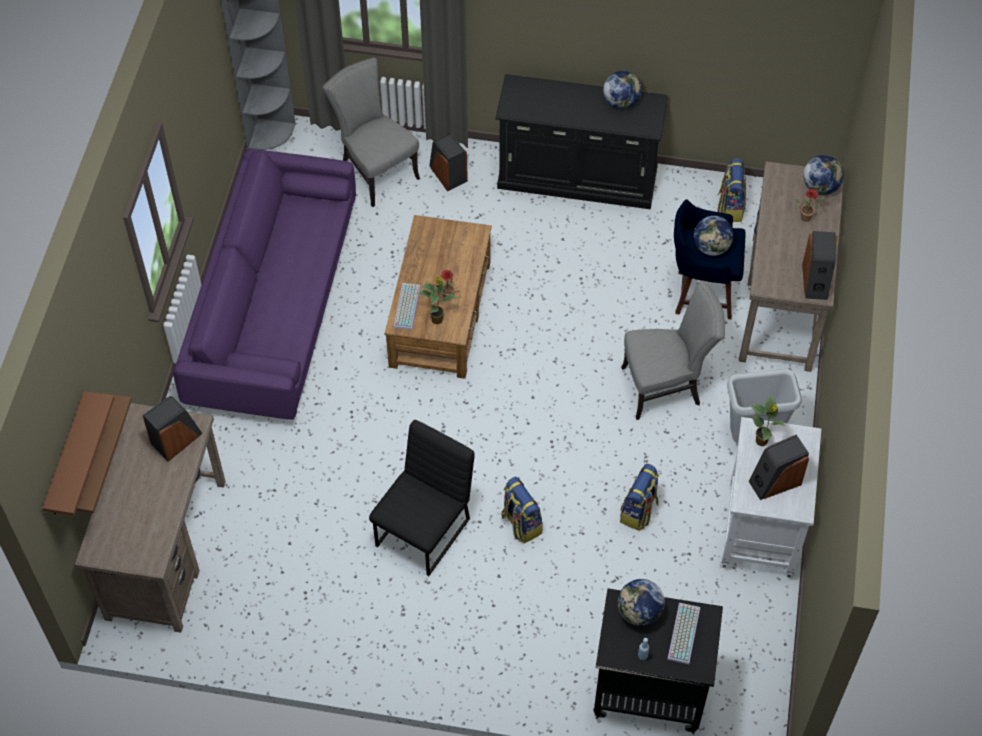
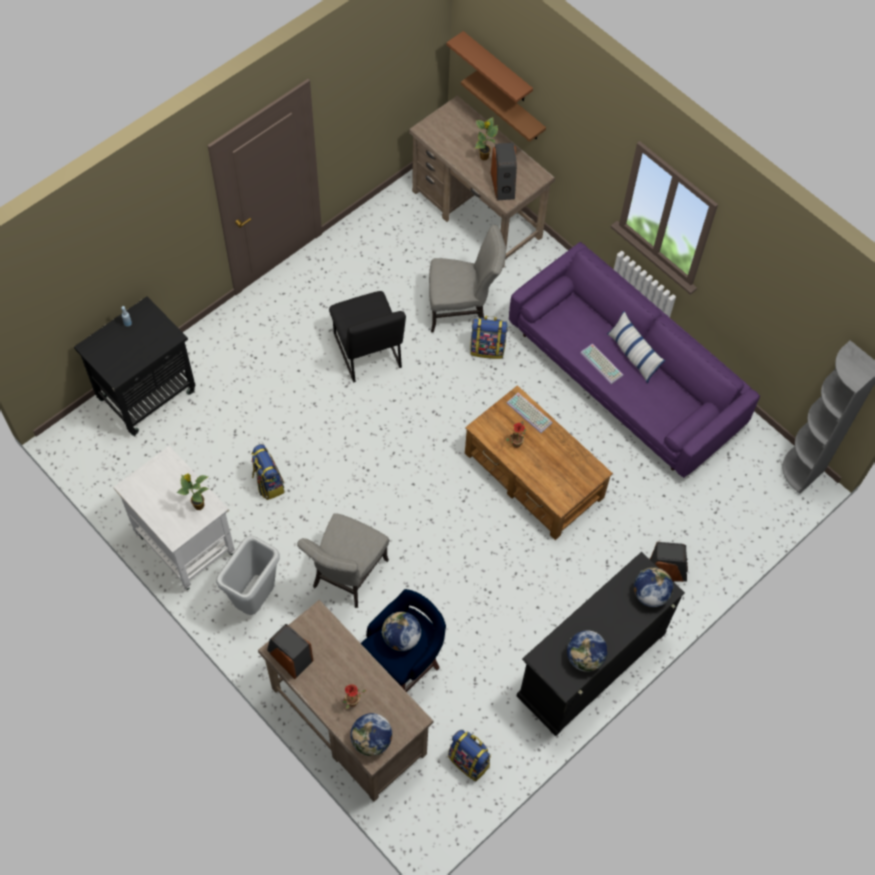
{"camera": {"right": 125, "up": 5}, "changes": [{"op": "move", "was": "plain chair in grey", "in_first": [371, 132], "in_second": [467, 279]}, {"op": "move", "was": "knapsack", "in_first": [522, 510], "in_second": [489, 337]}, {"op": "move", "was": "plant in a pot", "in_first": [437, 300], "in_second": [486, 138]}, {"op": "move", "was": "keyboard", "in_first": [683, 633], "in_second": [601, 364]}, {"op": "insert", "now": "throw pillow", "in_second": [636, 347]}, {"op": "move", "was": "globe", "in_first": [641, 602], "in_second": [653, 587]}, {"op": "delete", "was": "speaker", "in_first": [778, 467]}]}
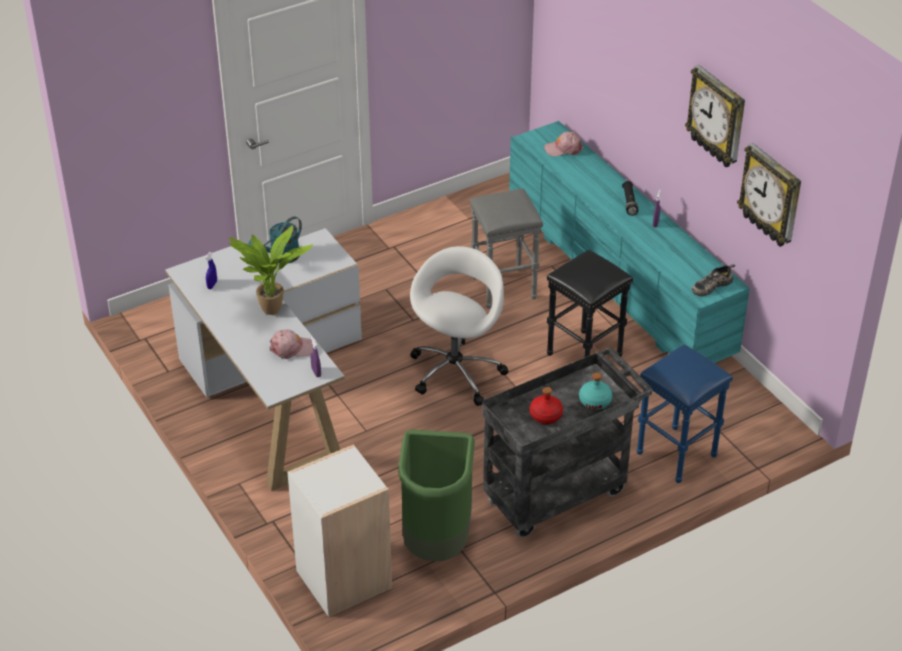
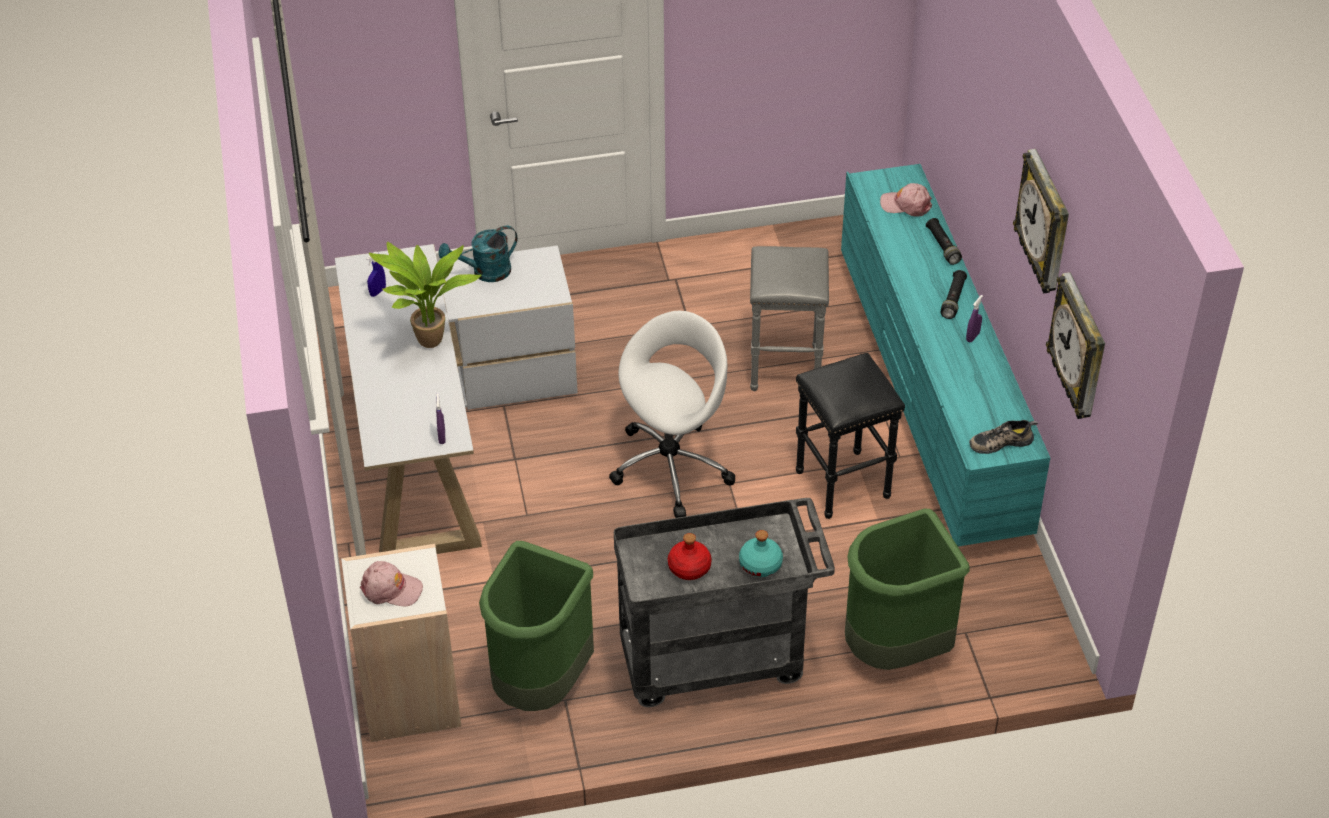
{"camera": {"right": 20, "up": 5}, "changes": [{"op": "move", "was": "peaked cap in pinkish", "in_first": [291, 344], "in_second": [391, 583]}, {"op": "replace", "was": "sitting stool in blue-coloured", "now": "rubbish bin in green", "in_first": [685, 413], "in_second": [907, 589]}, {"op": "insert", "now": "flashlight in black-coloured", "in_second": [944, 241]}]}
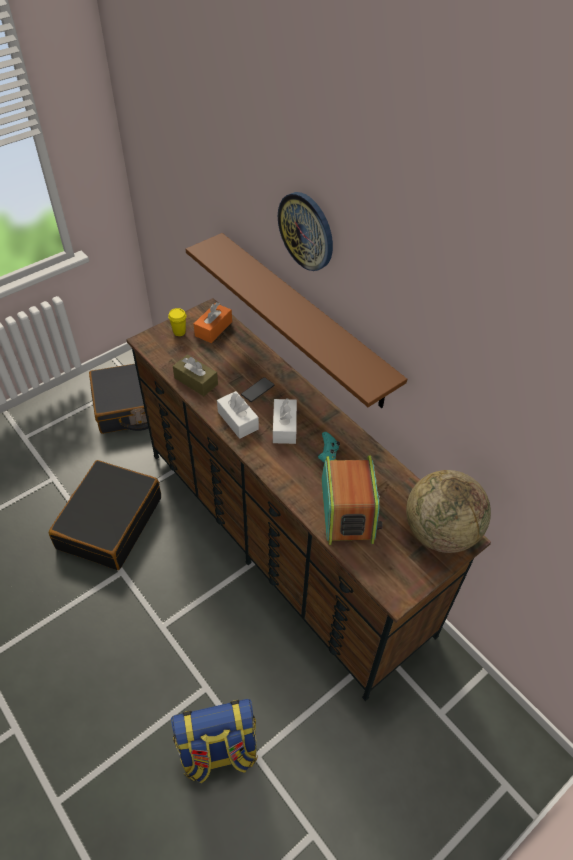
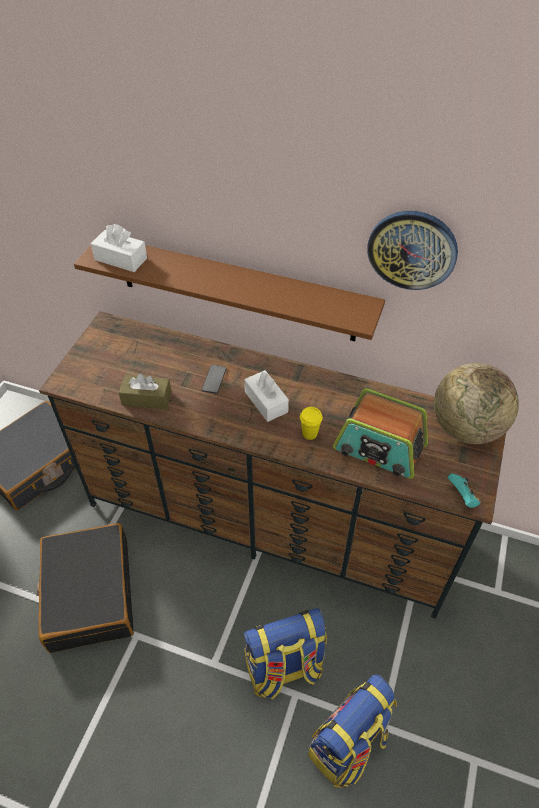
{"camera": {"right": -30, "up": 0}, "changes": [{"op": "move", "was": "tissue holder in white", "in_first": [238, 415], "in_second": [119, 248]}, {"op": "insert", "now": "knapsack", "in_second": [285, 654]}, {"op": "move", "was": "cup in yellow", "in_first": [177, 322], "in_second": [311, 423]}, {"op": "rotate", "was": "radio", "in_first": [352, 500], "in_second": [380, 433], "clockwise": 150}, {"op": "move", "was": "hanging clock", "in_first": [305, 231], "in_second": [412, 250]}, {"op": "move", "was": "joypad in turquoise", "in_first": [329, 447], "in_second": [464, 490]}, {"op": "delete", "was": "tissue holder in orangey", "in_first": [213, 322]}]}
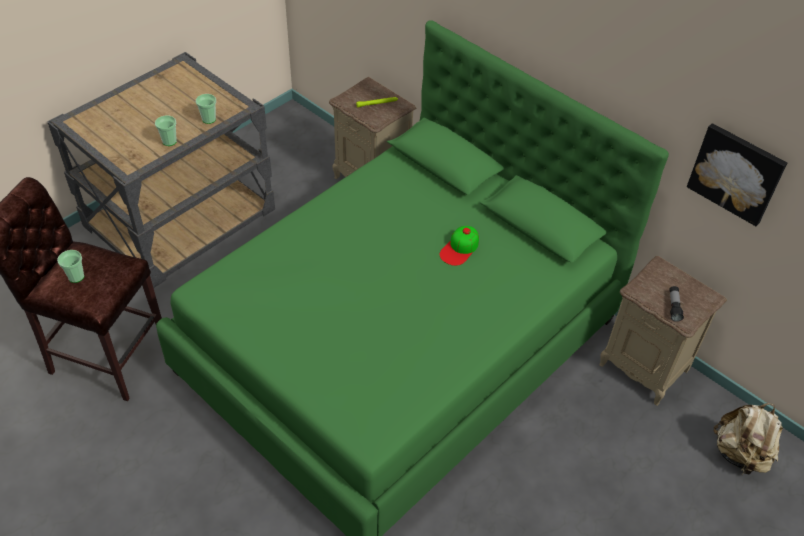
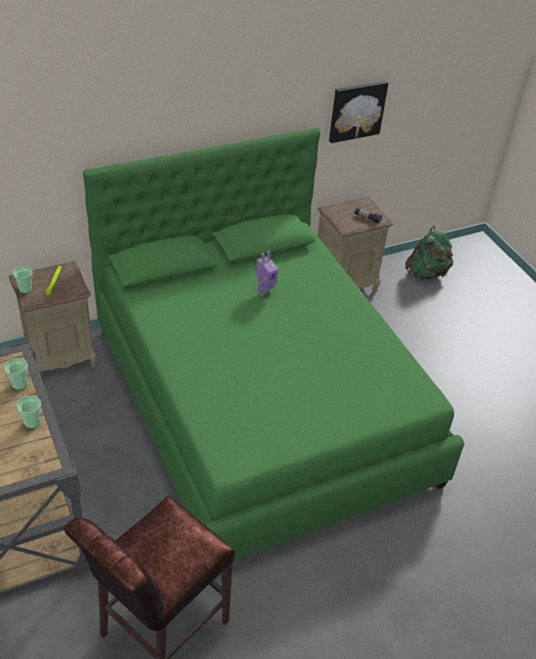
{"camera": {"right": -70, "up": -5}, "changes": [{"op": "move", "was": "cup", "in_first": [70, 266], "in_second": [23, 280]}, {"op": "replace", "was": "peaked cap", "now": "robot figure", "in_first": [459, 246], "in_second": [267, 274]}, {"op": "recolor", "was": "knapsack in sand-coloured", "now": "knapsack in green", "in_first": [748, 439], "in_second": [429, 252]}]}
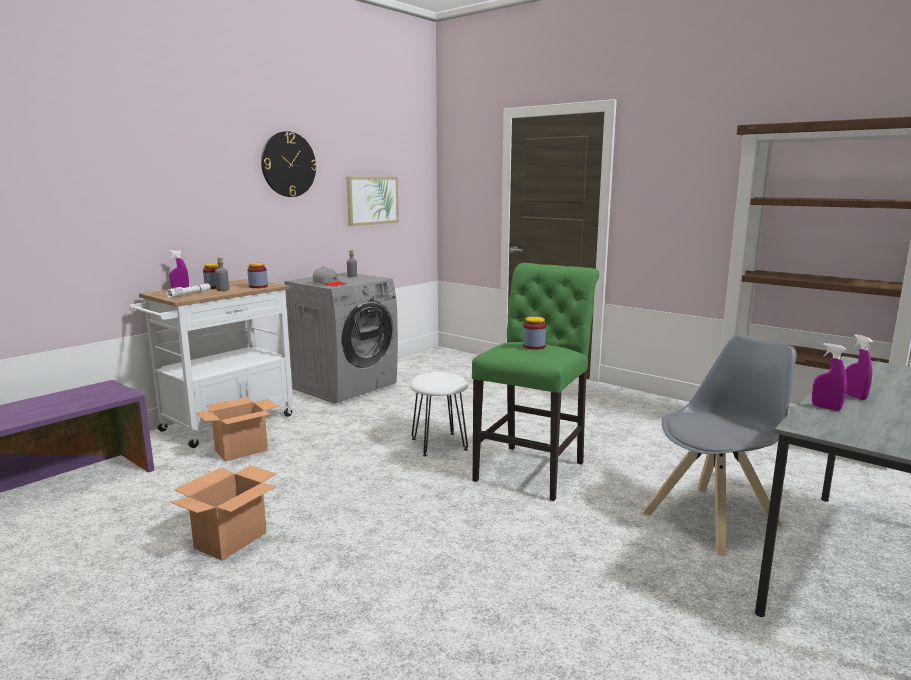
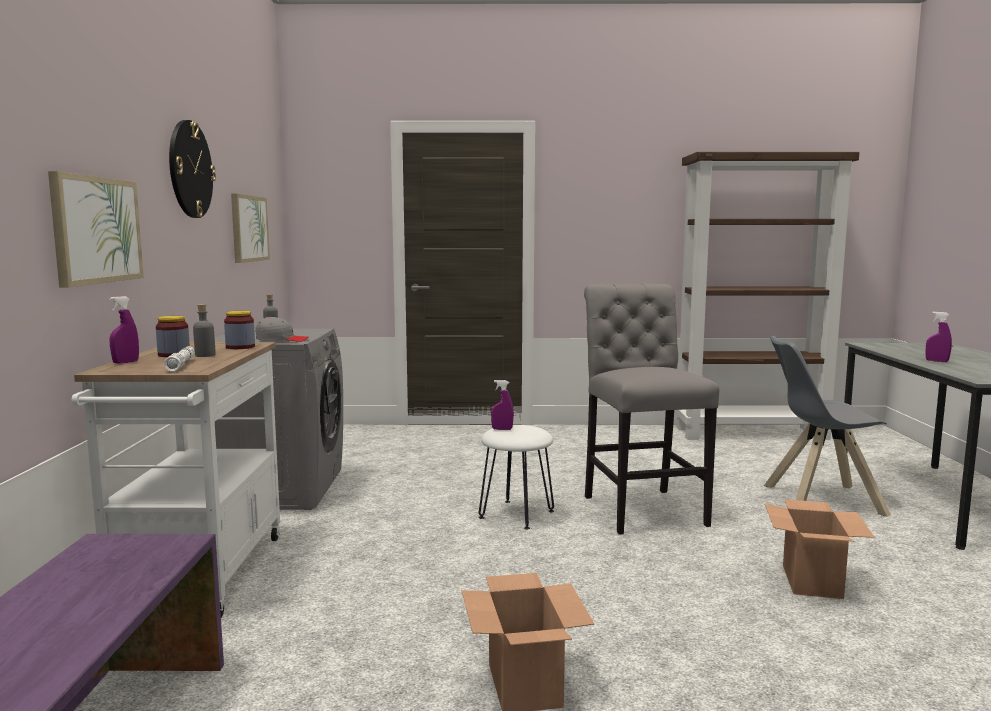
{"camera": {"right": -40, "up": -5}, "changes": [{"op": "insert", "now": "wall art", "in_second": [96, 229]}, {"op": "move", "was": "spray bottle in purple", "in_first": [829, 377], "in_second": [502, 405]}, {"op": "recolor", "was": "sitting stool in green", "now": "sitting stool in grey", "in_first": [535, 382], "in_second": [651, 409]}, {"op": "rotate", "was": "plain chair in grey", "in_first": [719, 445], "in_second": [827, 426], "clockwise": -105}, {"op": "move", "was": "carton", "in_first": [237, 429], "in_second": [820, 549]}, {"op": "delete", "was": "jar", "in_first": [534, 333]}]}
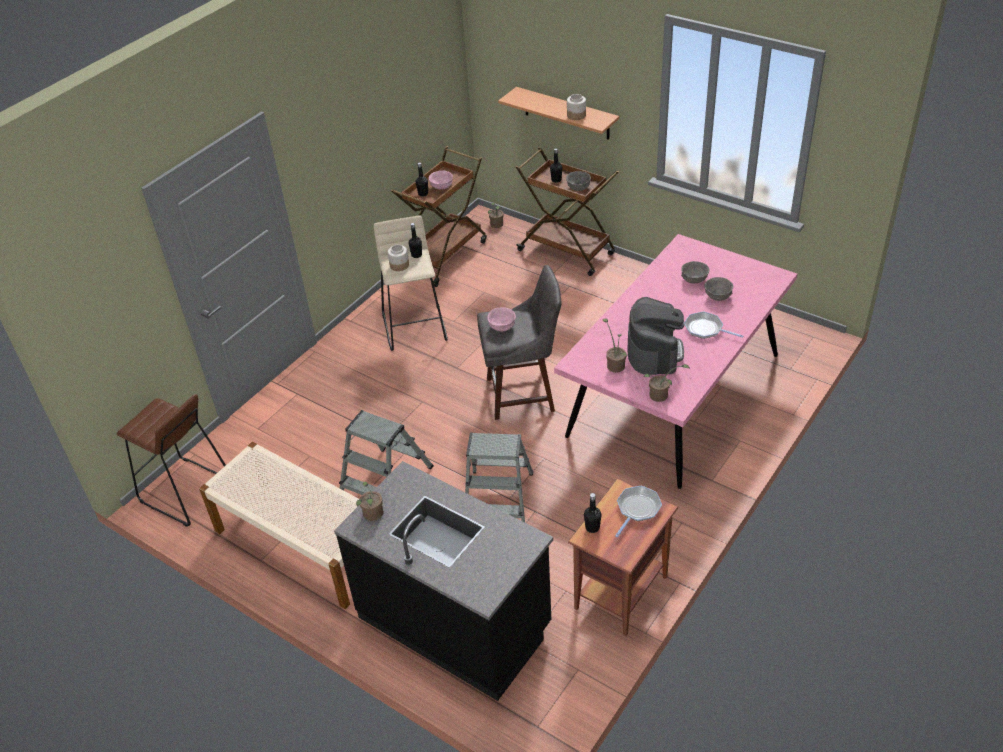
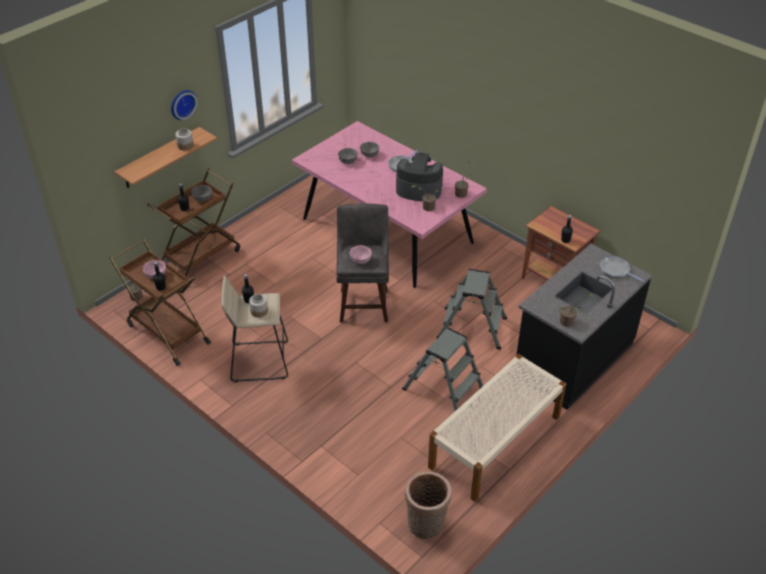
{"camera": {"right": -85, "up": 0}, "changes": [{"op": "insert", "now": "hanging clock", "in_second": [184, 105]}, {"op": "replace", "was": "sitting stool in brown-coloured", "now": "storage basket", "in_first": [175, 460], "in_second": [428, 505]}, {"op": "move", "was": "skillet", "in_first": [638, 511], "in_second": [622, 269]}]}
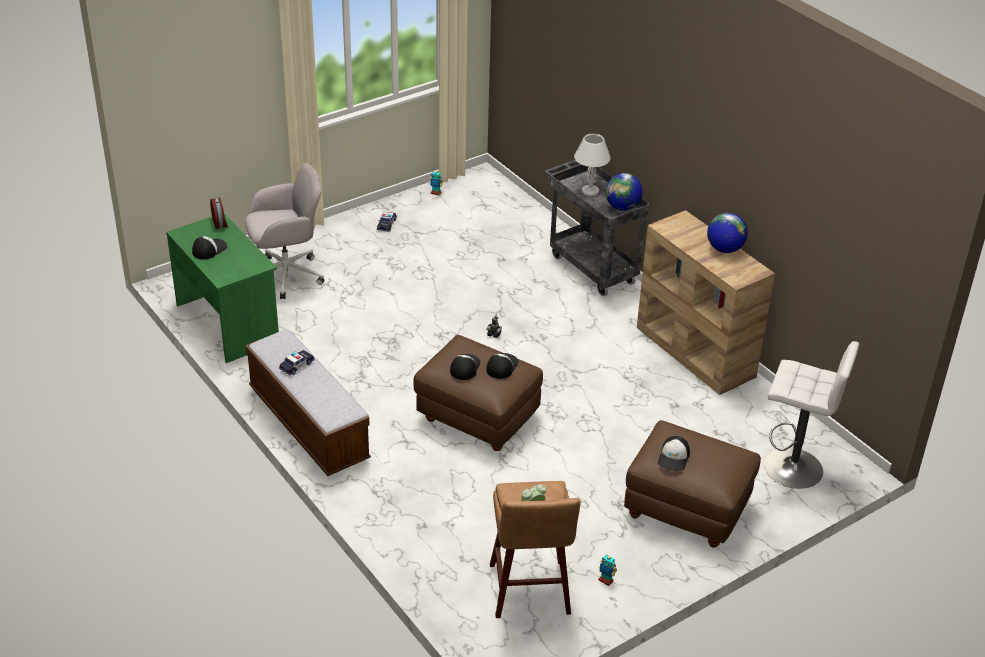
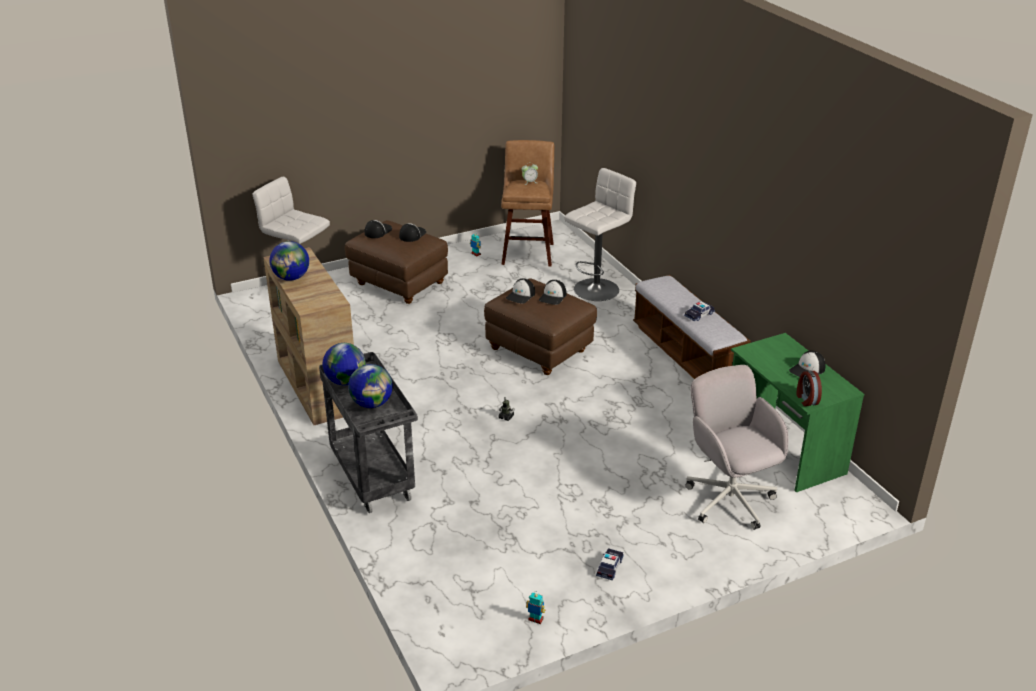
{"camera": {"right": -170, "up": -5}, "changes": [{"op": "replace", "was": "tabletop lamp in white", "now": "globe", "in_first": [592, 165], "in_second": [370, 386]}, {"op": "insert", "now": "peaked cap", "in_second": [378, 229]}, {"op": "insert", "now": "sitting stool in white", "in_second": [600, 234]}, {"op": "rotate", "was": "desk chair in grey", "in_first": [284, 231], "in_second": [736, 447], "clockwise": 75}]}
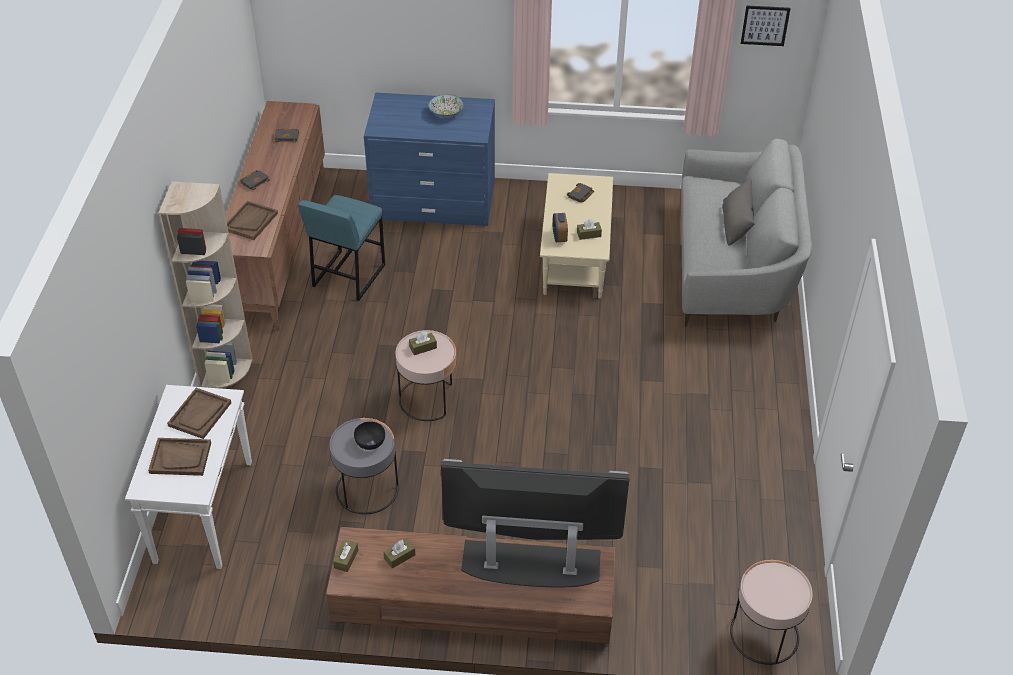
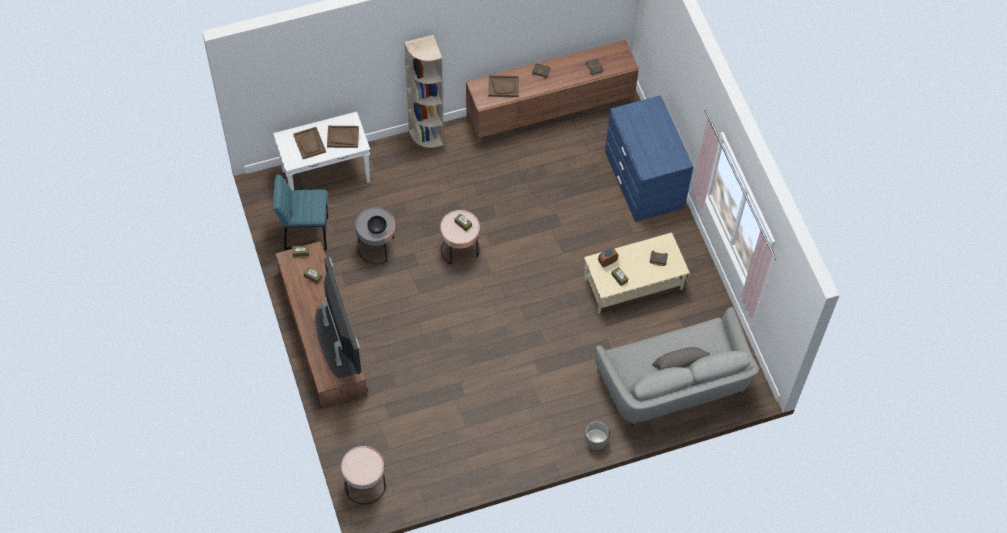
{"camera": {"right": 65, "up": 15}, "changes": [{"op": "move", "was": "sitting stool in blue-coloured", "in_first": [341, 248], "in_second": [300, 212]}, {"op": "insert", "now": "plant pot in grey", "in_second": [597, 436]}, {"op": "delete", "was": "deep dish", "in_first": [446, 106]}, {"op": "delete", "was": "wall art", "in_first": [766, 25]}]}
